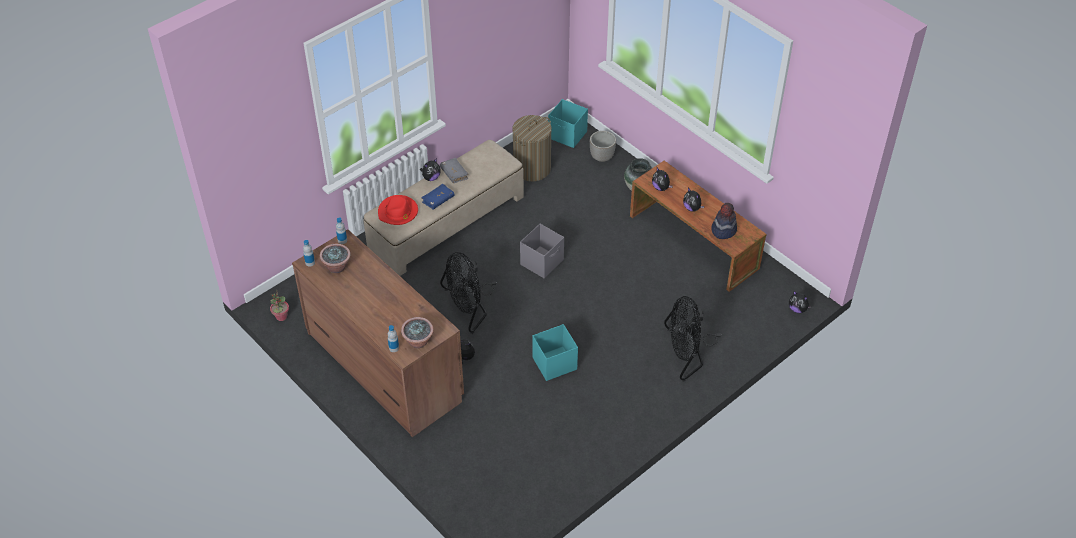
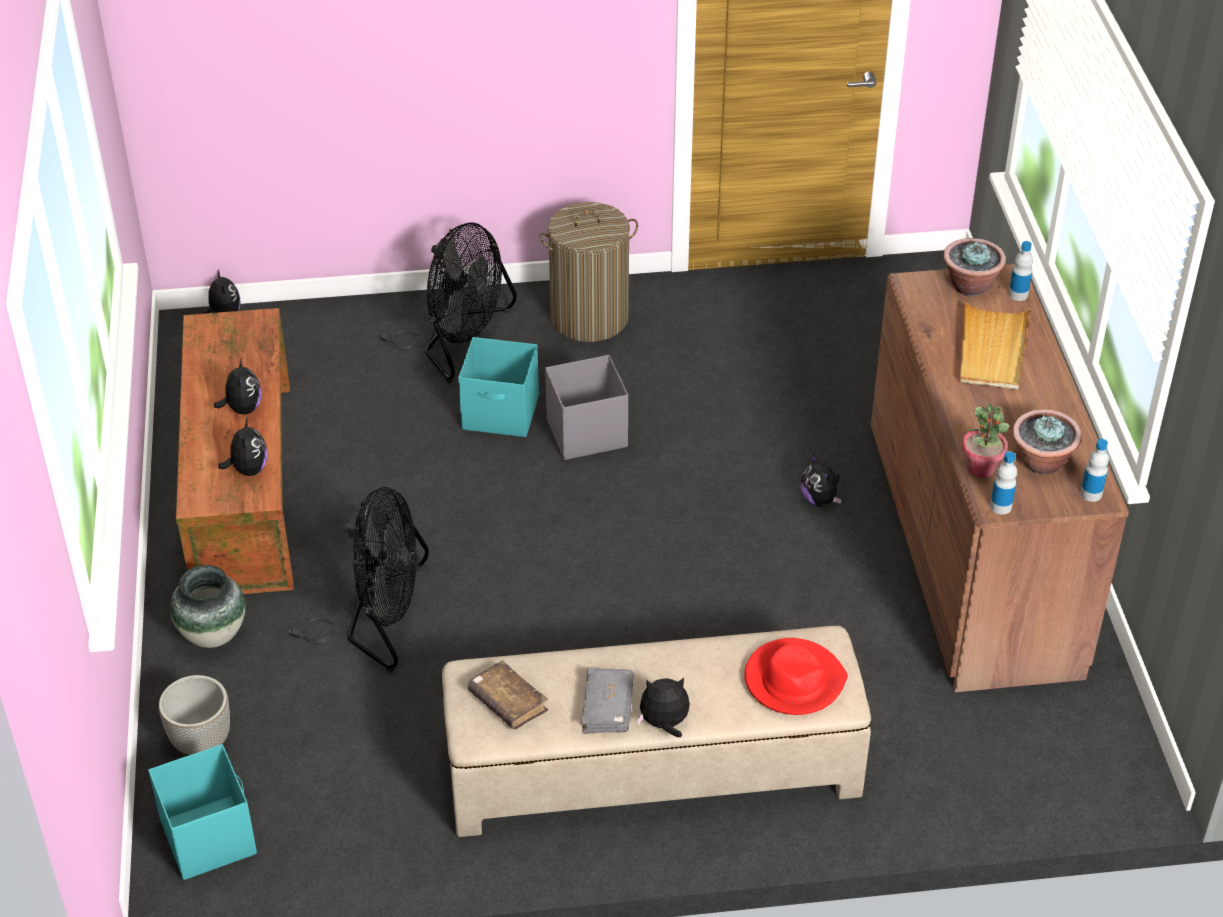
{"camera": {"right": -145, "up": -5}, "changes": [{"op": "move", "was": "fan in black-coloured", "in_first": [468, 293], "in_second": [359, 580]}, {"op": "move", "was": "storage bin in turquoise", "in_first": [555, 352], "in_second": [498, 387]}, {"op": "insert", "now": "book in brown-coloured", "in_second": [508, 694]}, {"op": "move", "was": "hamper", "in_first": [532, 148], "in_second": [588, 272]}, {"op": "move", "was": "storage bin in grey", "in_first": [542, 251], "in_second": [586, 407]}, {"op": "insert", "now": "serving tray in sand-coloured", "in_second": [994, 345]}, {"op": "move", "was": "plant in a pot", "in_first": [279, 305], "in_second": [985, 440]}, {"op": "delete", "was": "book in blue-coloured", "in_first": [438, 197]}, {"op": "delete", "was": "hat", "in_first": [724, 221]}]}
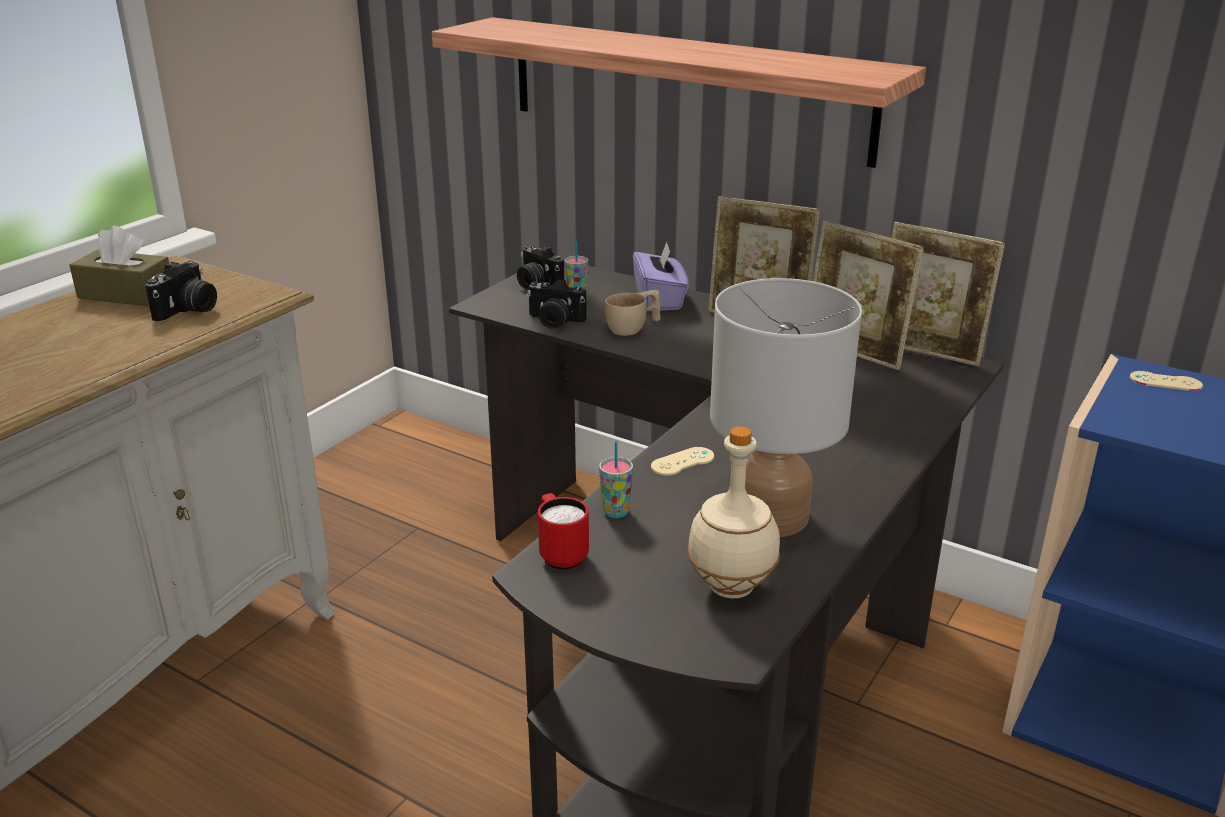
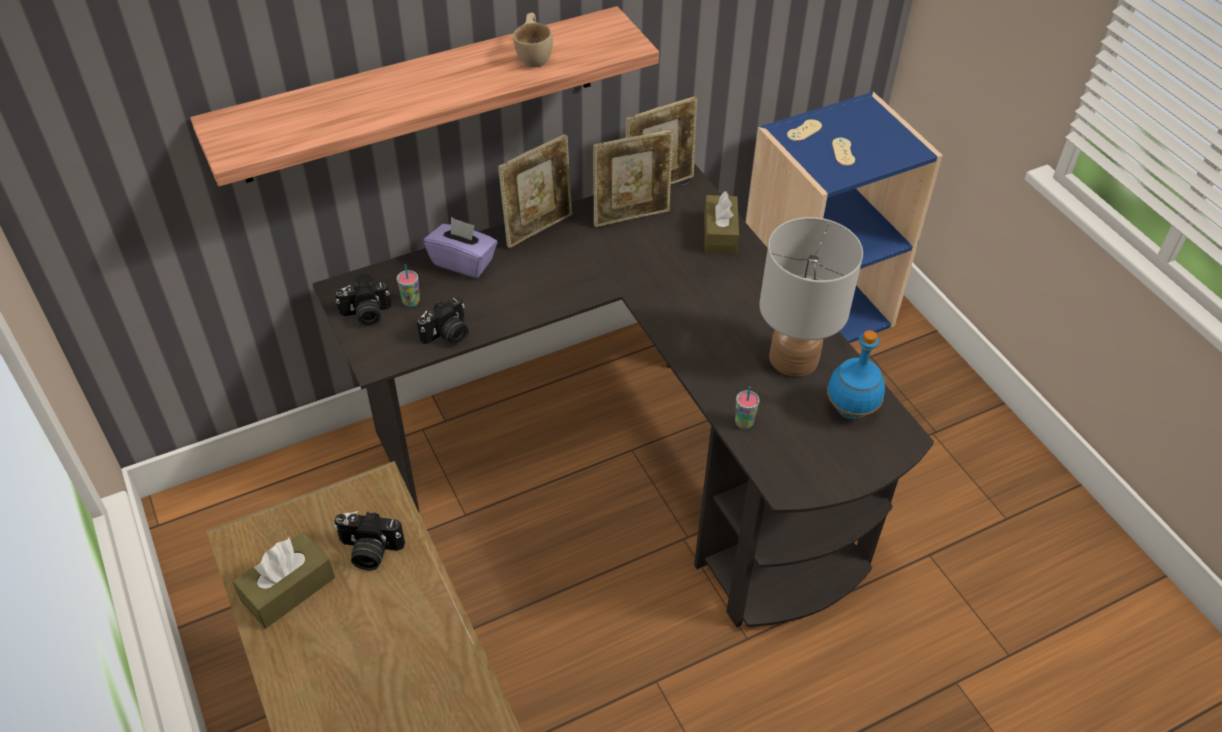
{"camera": {"right": -60, "up": 20}, "changes": [{"op": "rotate", "was": "photo camera", "in_first": [181, 291], "in_second": [369, 541], "clockwise": 135}, {"op": "move", "was": "cup in sand-coloured", "in_first": [633, 313], "in_second": [533, 40]}, {"op": "insert", "now": "tissue holder in brown-coloured", "in_second": [721, 222]}, {"op": "recolor", "was": "drink bottle in sand-coloured", "now": "drink bottle in blue-coloured", "in_first": [733, 512], "in_second": [856, 375]}, {"op": "move", "was": "joypad in sand-coloured", "in_first": [682, 461], "in_second": [843, 152]}, {"op": "delete", "was": "coffee mug in reddish", "in_first": [563, 531]}]}
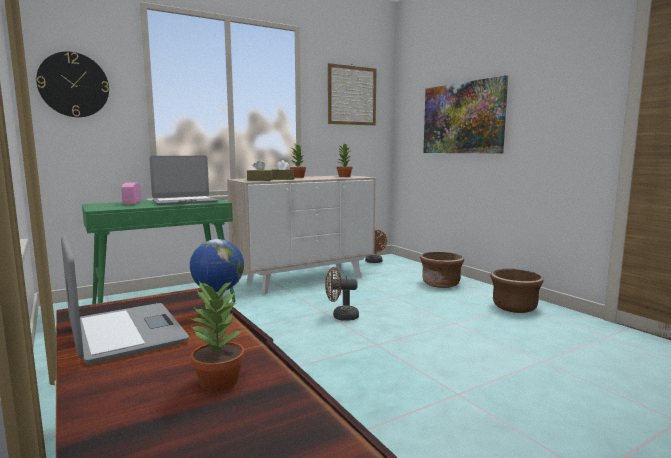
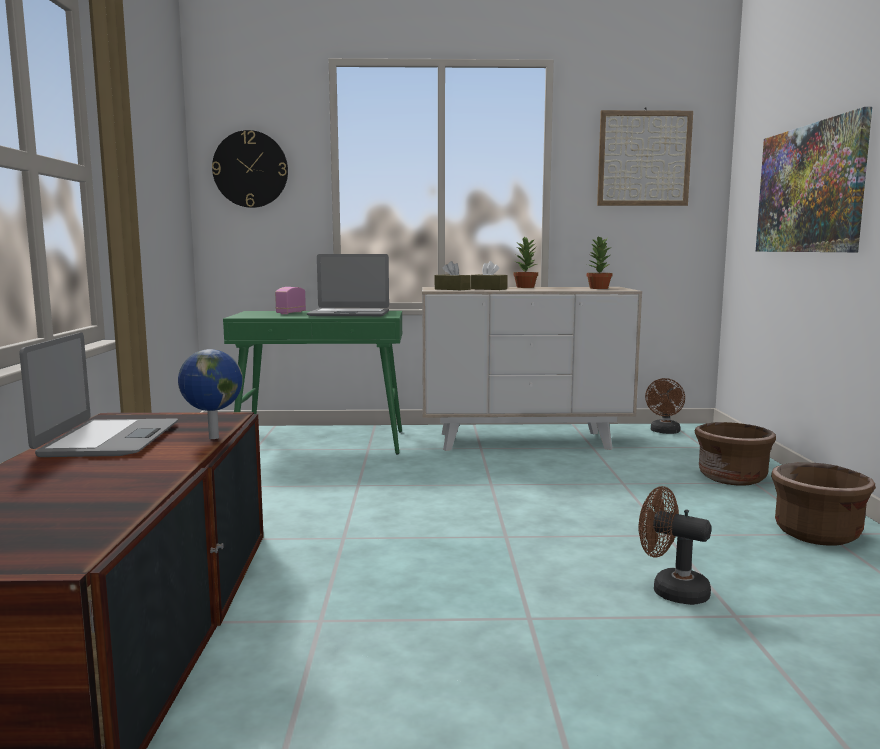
{"camera": {"right": 30, "up": 0}, "changes": [{"op": "move", "was": "fan in brown-coloured", "in_first": [342, 294], "in_second": [675, 545]}, {"op": "delete", "was": "plant in a pot", "in_first": [217, 336]}]}
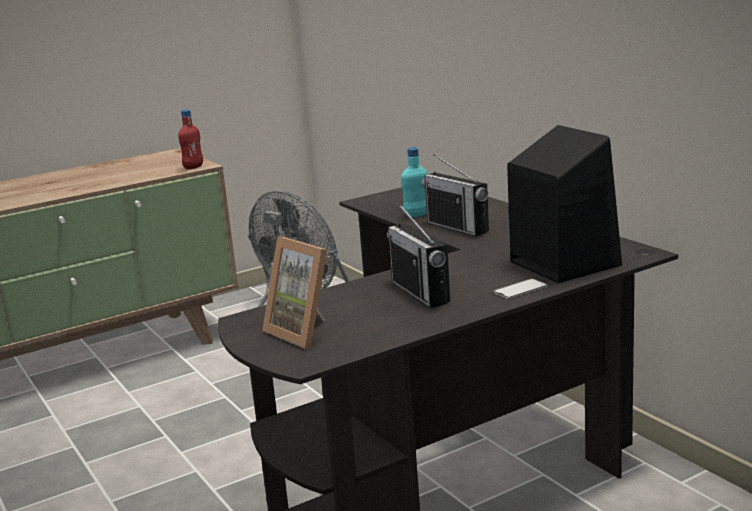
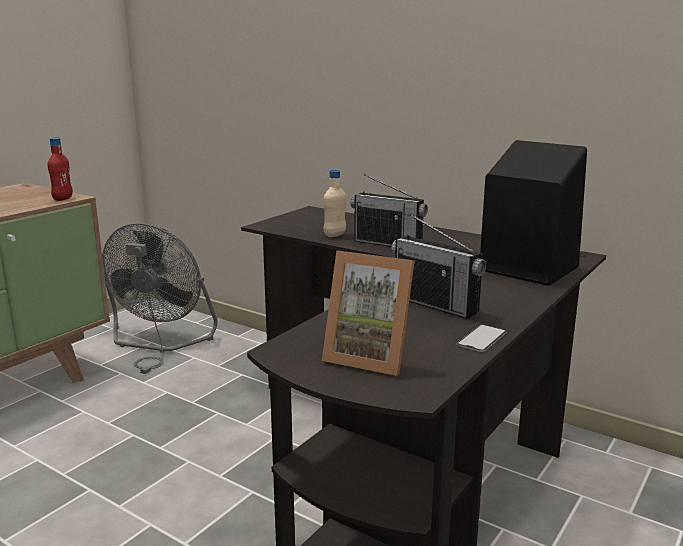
{"camera": {"right": -25, "up": 0}, "changes": [{"op": "recolor", "was": "drink bottle in turquoise", "now": "drink bottle in sand-coloured", "in_first": [414, 182], "in_second": [334, 203]}, {"op": "move", "was": "handset", "in_first": [520, 289], "in_second": [481, 338]}]}
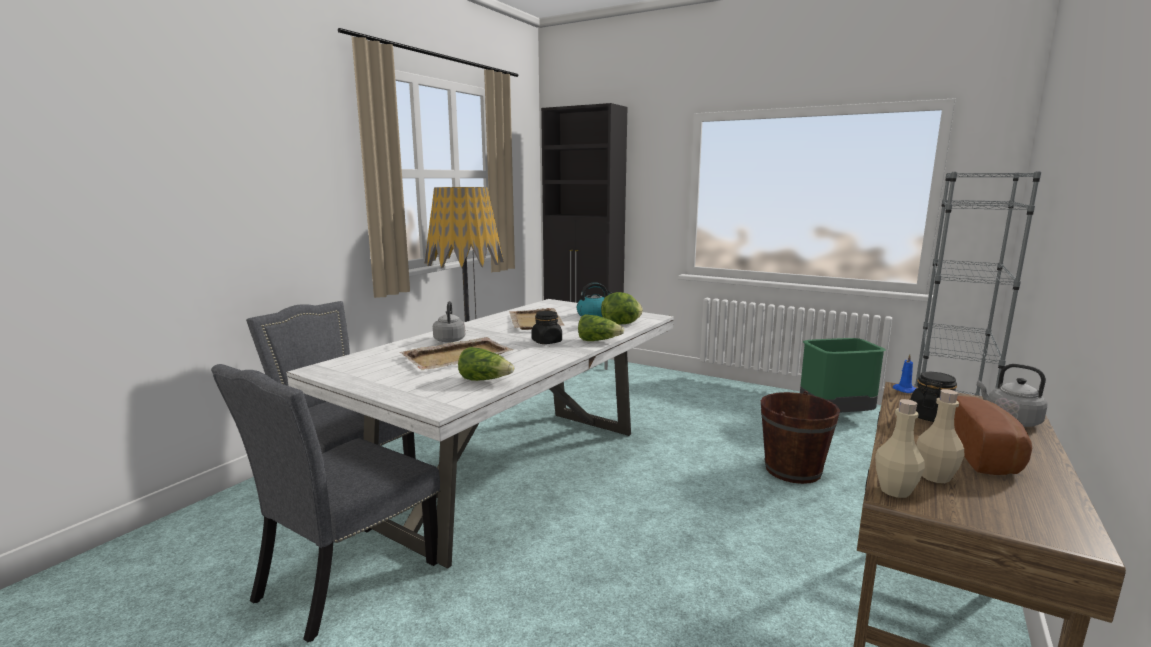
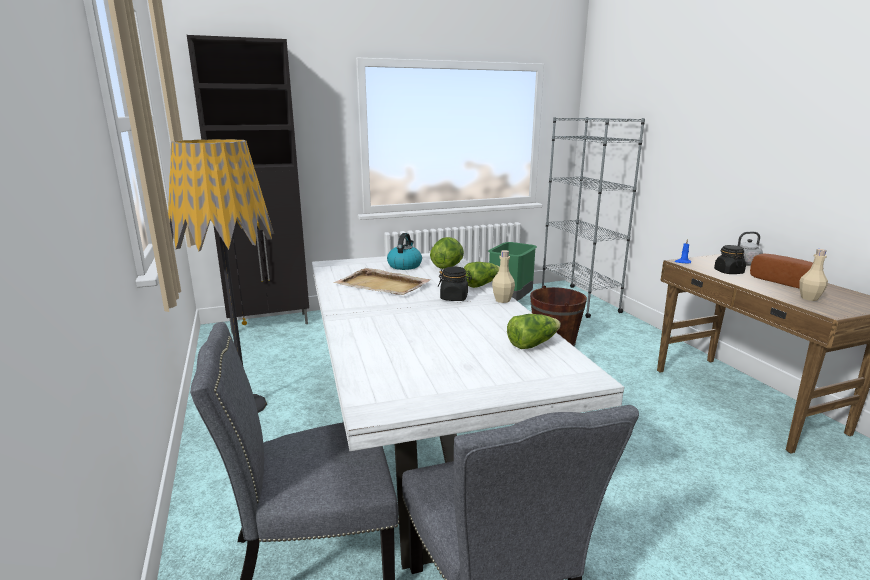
{"camera": {"right": -50, "up": 5}, "changes": [{"op": "move", "was": "drink bottle in sand-coloured", "in_first": [900, 448], "in_second": [503, 276]}, {"op": "delete", "was": "serving tray in sand-coloured", "in_first": [456, 353]}, {"op": "delete", "was": "water kettle in grey", "in_first": [449, 322]}]}
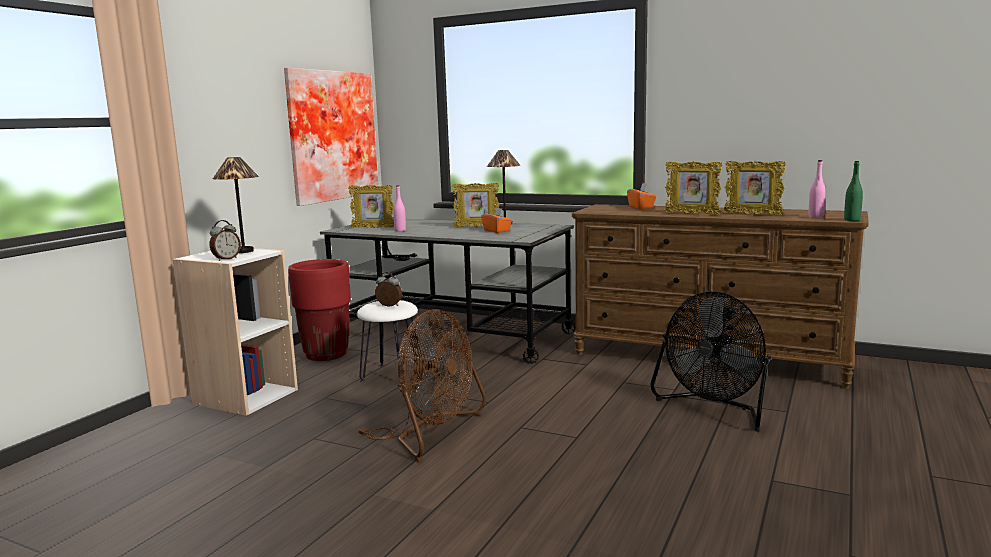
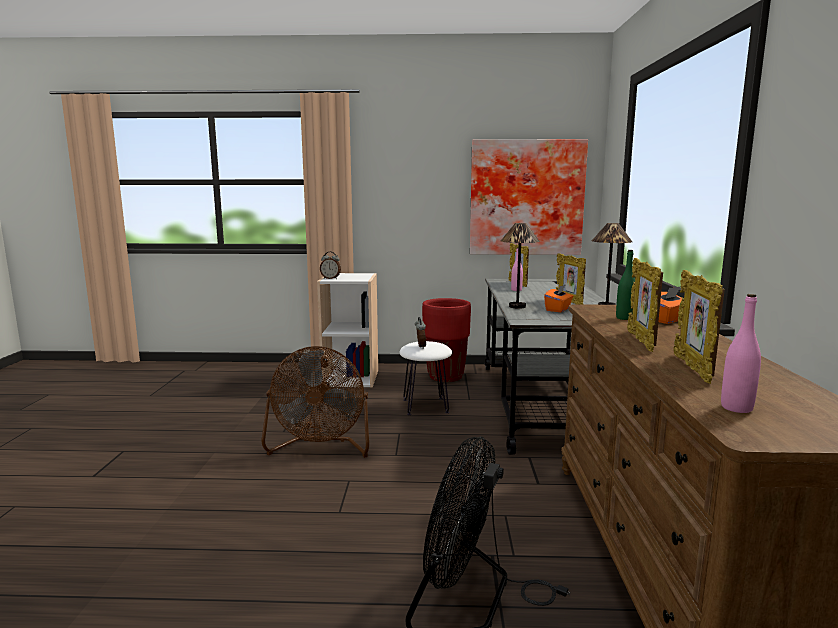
{"camera": {"right": 65, "up": 0}, "changes": [{"op": "move", "was": "tabletop lamp", "in_first": [236, 205], "in_second": [520, 266]}, {"op": "move", "was": "drink bottle in green", "in_first": [853, 191], "in_second": [625, 285]}]}
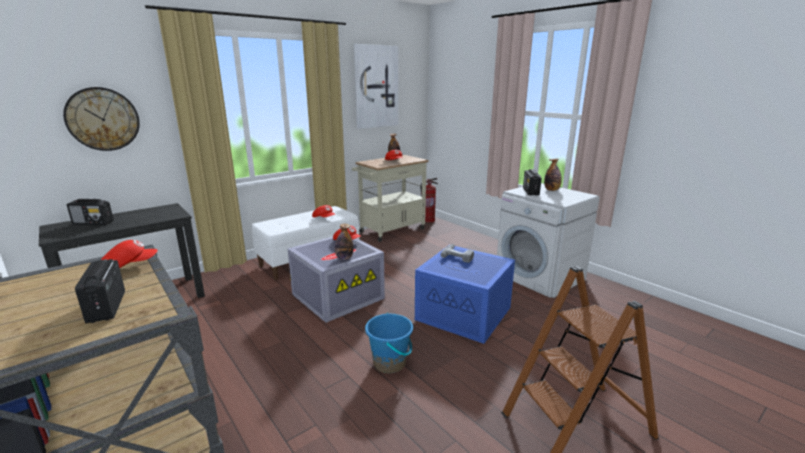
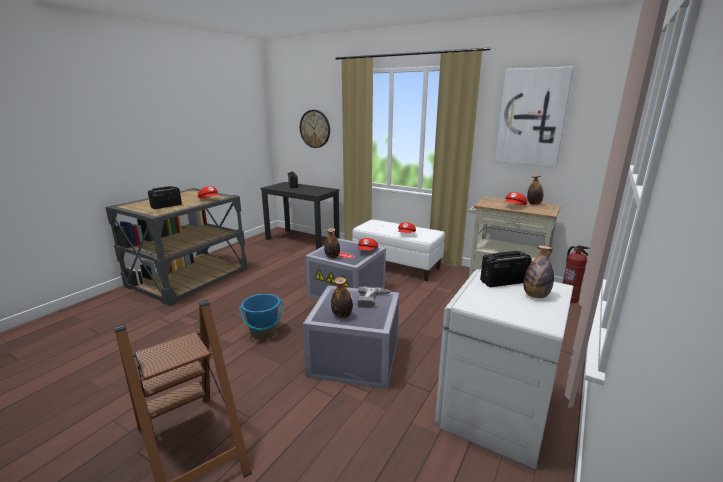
{"camera": {"right": 70, "up": 0}, "changes": [{"op": "recolor", "was": "storage bin in blue-coloured", "now": "storage bin in grey", "in_first": [465, 294], "in_second": [351, 337]}, {"op": "insert", "now": "drink bottle", "in_second": [342, 297]}]}
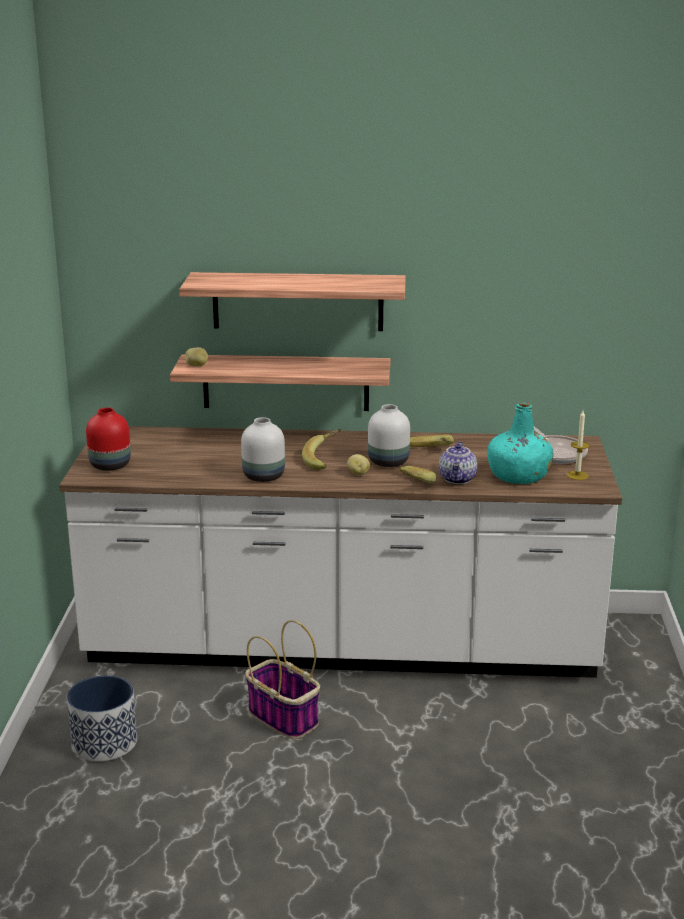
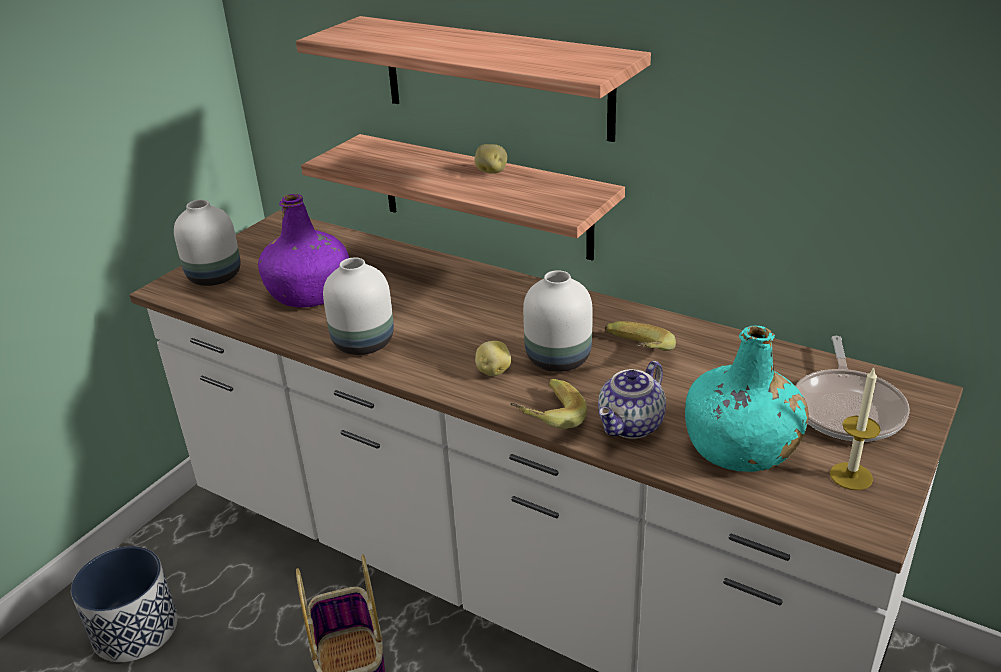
{"camera": {"right": 30, "up": 10}, "changes": [{"op": "recolor", "was": "flower vase in reddish", "now": "flower vase in white", "in_first": [108, 439], "in_second": [207, 243]}, {"op": "insert", "now": "drink bottle in purple", "in_second": [303, 251]}, {"op": "move", "was": "whole potato", "in_first": [196, 356], "in_second": [491, 159]}, {"op": "delete", "was": "banana fruit", "in_first": [322, 449]}]}
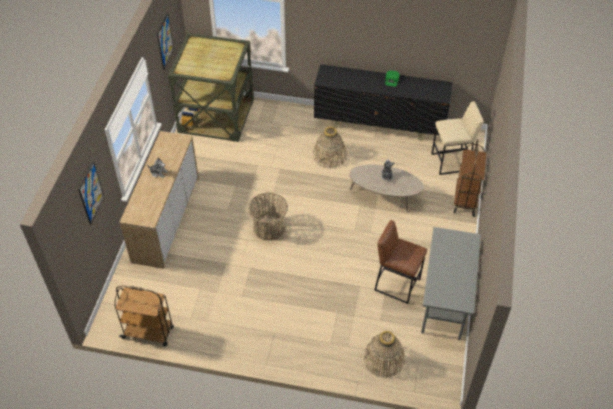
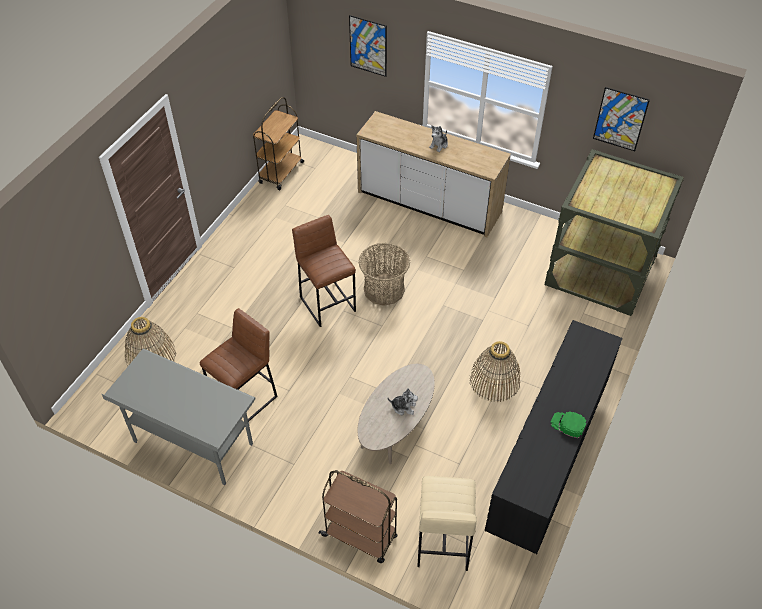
{"camera": {"right": 105, "up": 0}, "changes": [{"op": "insert", "now": "sitting stool in brown-coloured", "in_second": [324, 271]}]}
